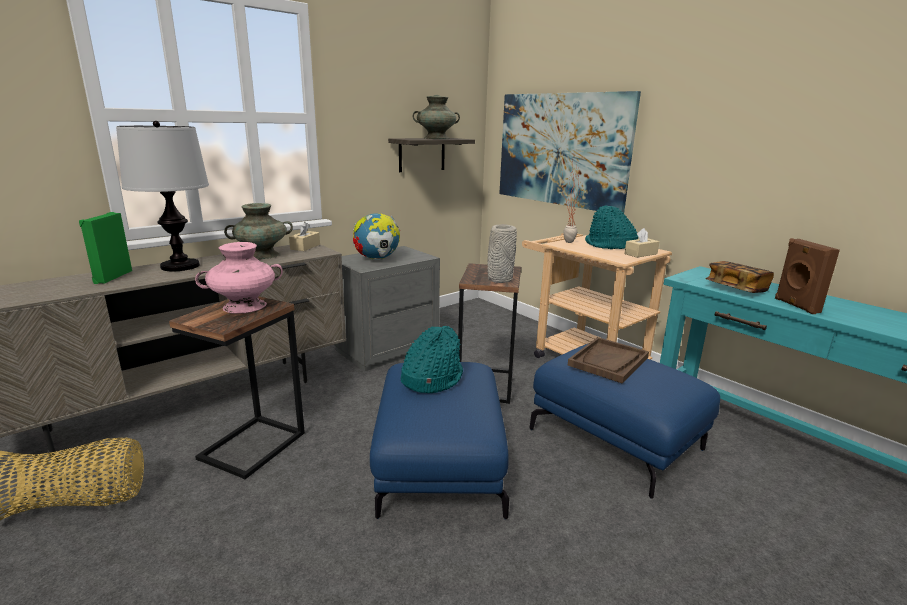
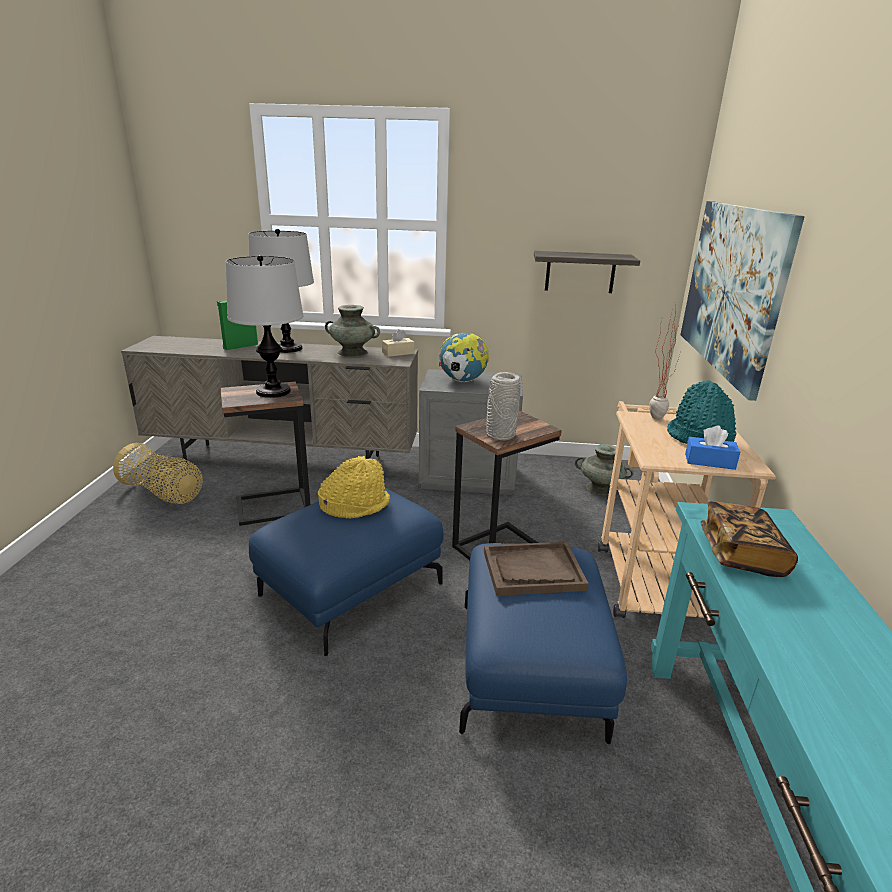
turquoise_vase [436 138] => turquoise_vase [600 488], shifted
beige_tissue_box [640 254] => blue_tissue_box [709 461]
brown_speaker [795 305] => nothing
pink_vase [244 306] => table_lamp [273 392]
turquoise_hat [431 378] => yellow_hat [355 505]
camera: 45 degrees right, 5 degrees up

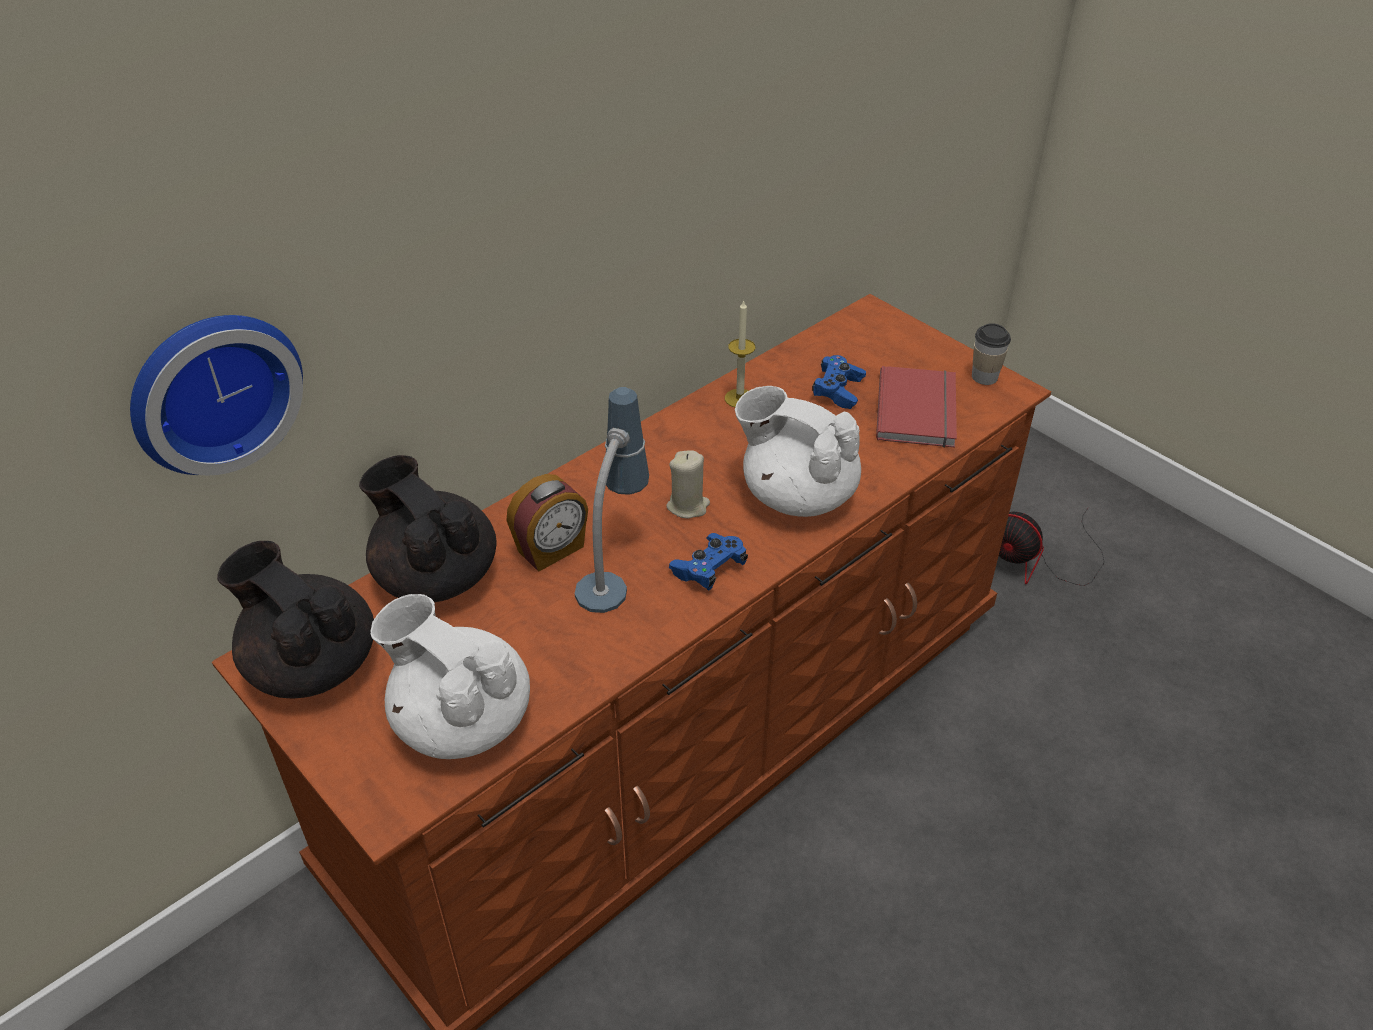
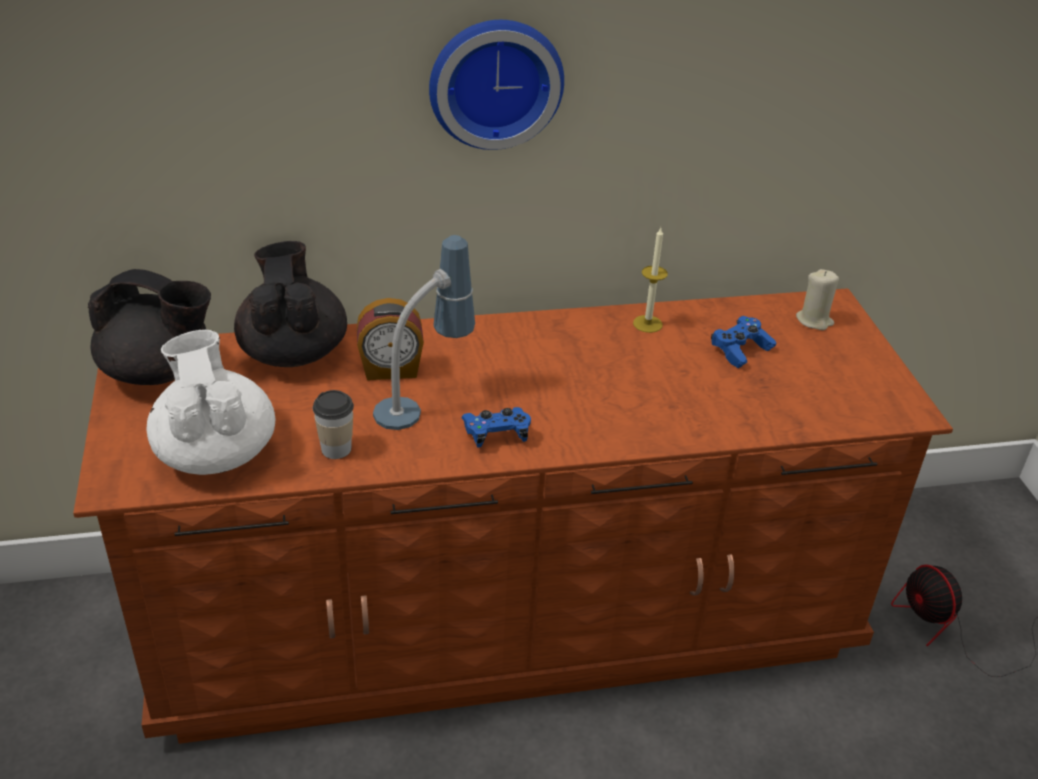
wall_clock [212 389] => wall_clock [494 81], shifted
cup [984 377] => cup [336 449], shifted
red_book [920 410] => nothing
white_teapot [796 495] => nothing
beige_candle [688 506] => beige_candle [814 320], shifted
black_teapot [311 664] => black_teapot [158 371], 120 degrees clockwise
camera: 30 degrees right, 5 degrees down

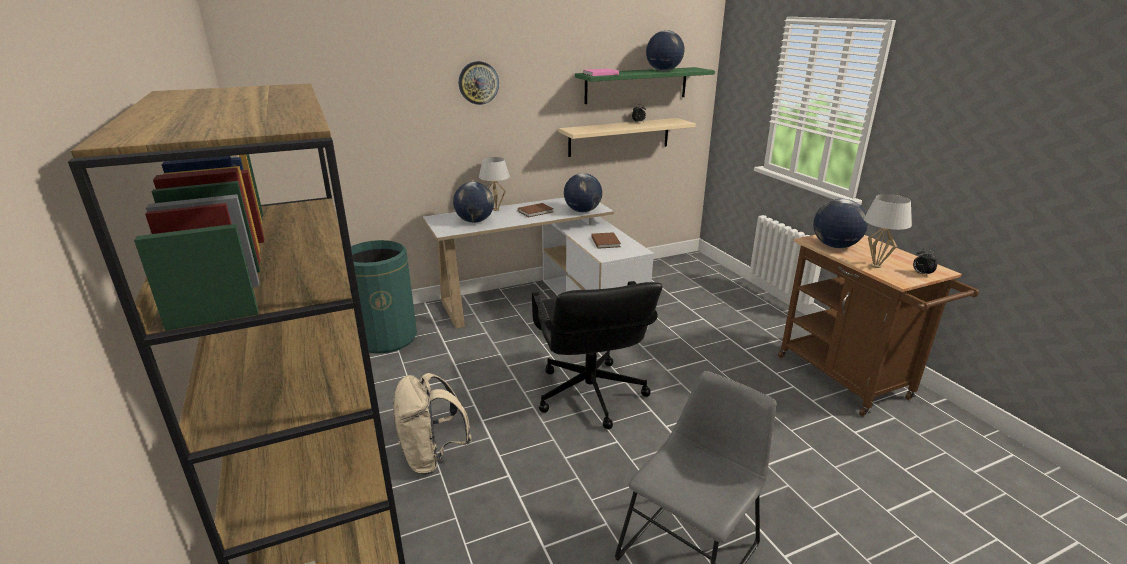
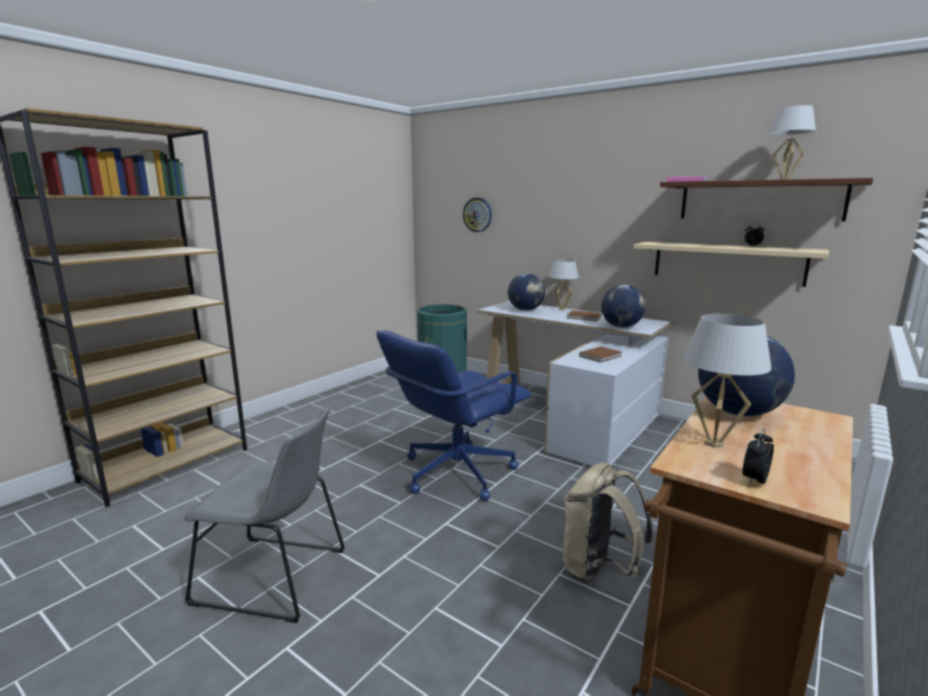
globe [663 71] => white_table_lamp [784 179]
wall_clock [478 83] => wall_clock [477 215], shifted
green_shelf [636 85] => brown_shelf [759 200]
black_office_chair [589 395] => blue_office_chair [455 472]
beige_backpack [432 457] => beige_backpack [599 569], shifted
camera: 60 degrees right, 10 degrees down

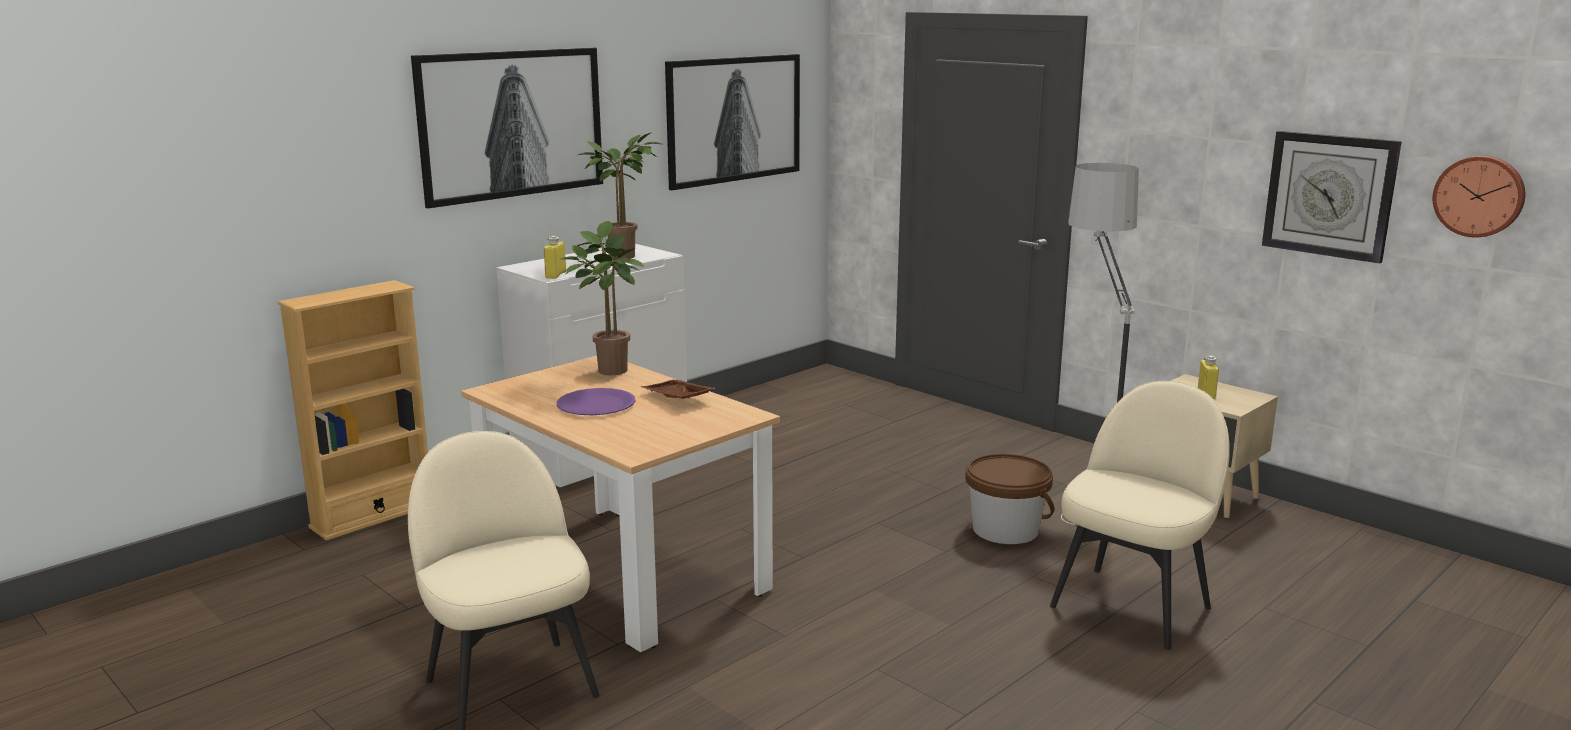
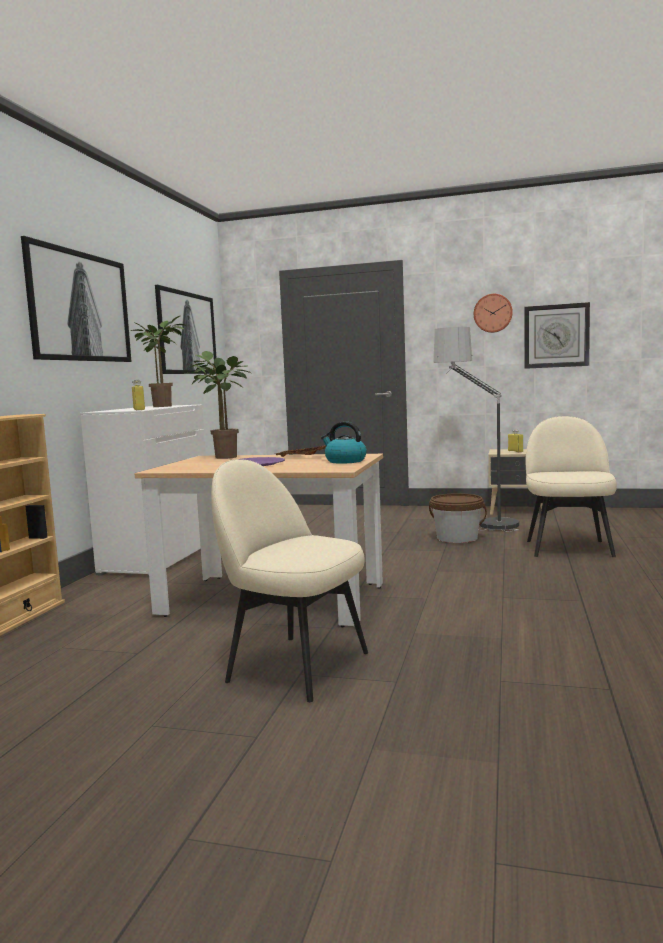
wall_clock [1479 196] => wall_clock [493 313], shifted
nothing => kettle [345 461]
camera: 30 degrees left, 10 degrees down

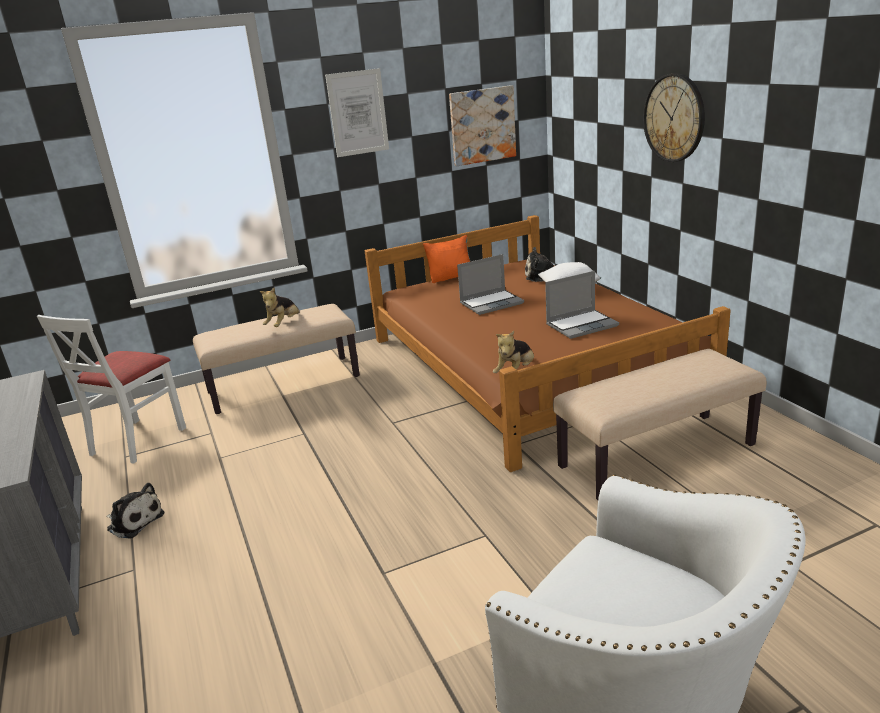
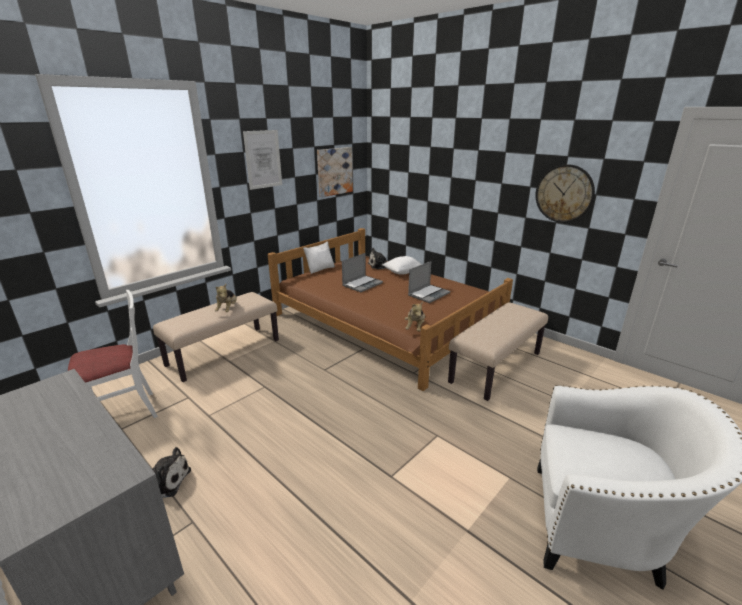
wall_clock [674 118] => wall_clock [564 193], shifted
orange_pillow [451 277] => white_pillow [320 269]
white_chair [137 440] => white_chair [124 413], 120 degrees counterclockwise
camera: 25 degrees left, 0 degrees up

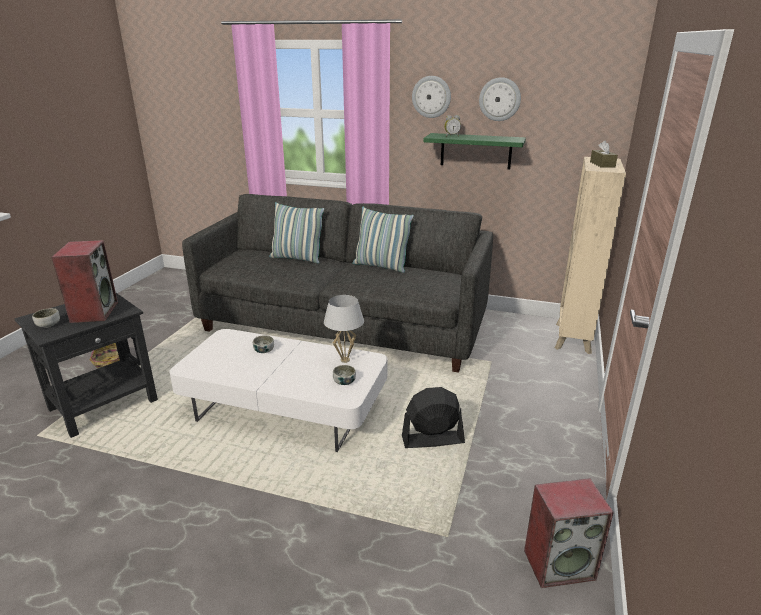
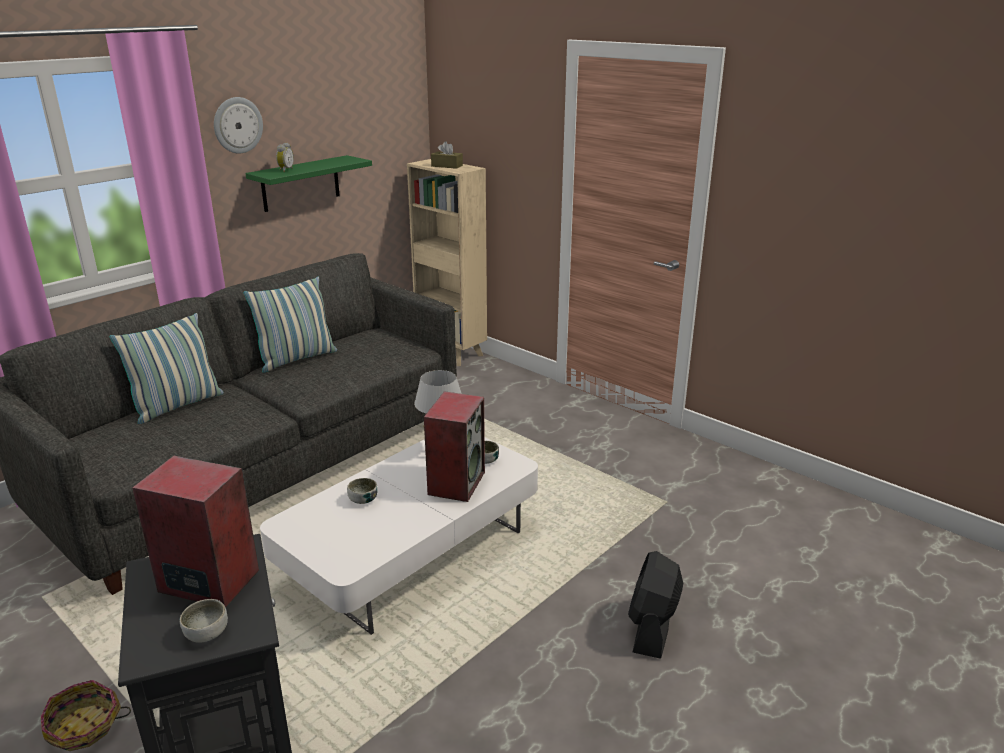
wall_clock [499 99] => nothing
black_fan [432 440] => black_fan [652 627], shifted
speaker [559 564] => speaker [456 482], shifted
camera: 65 degrees left, 0 degrees up

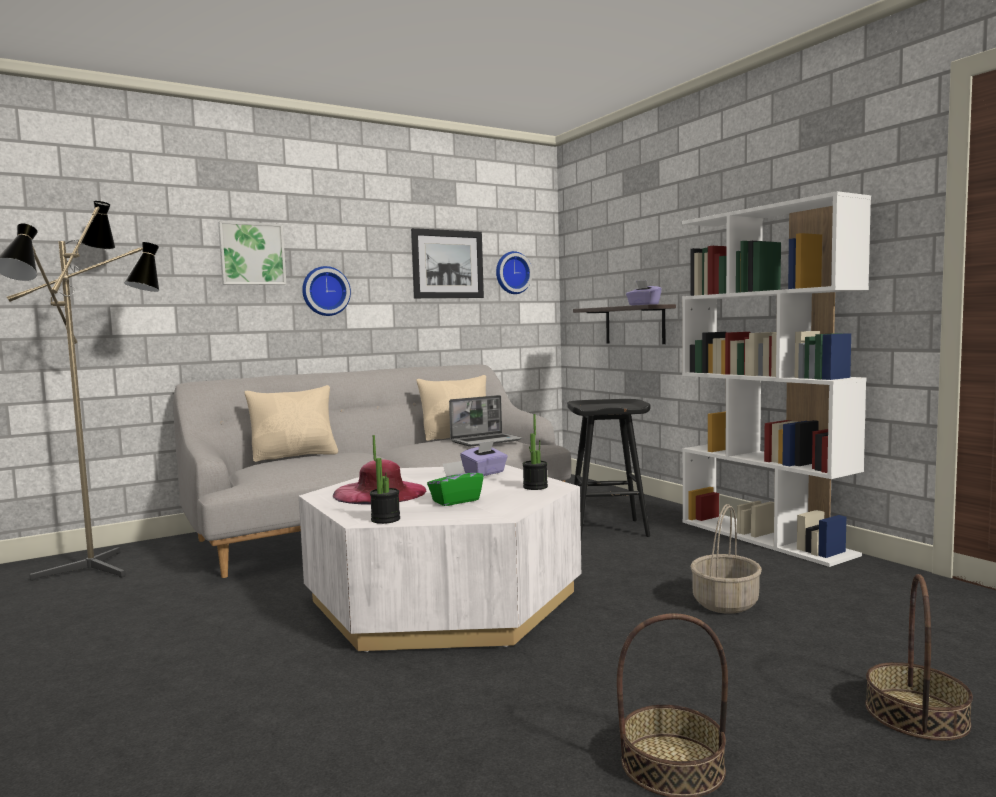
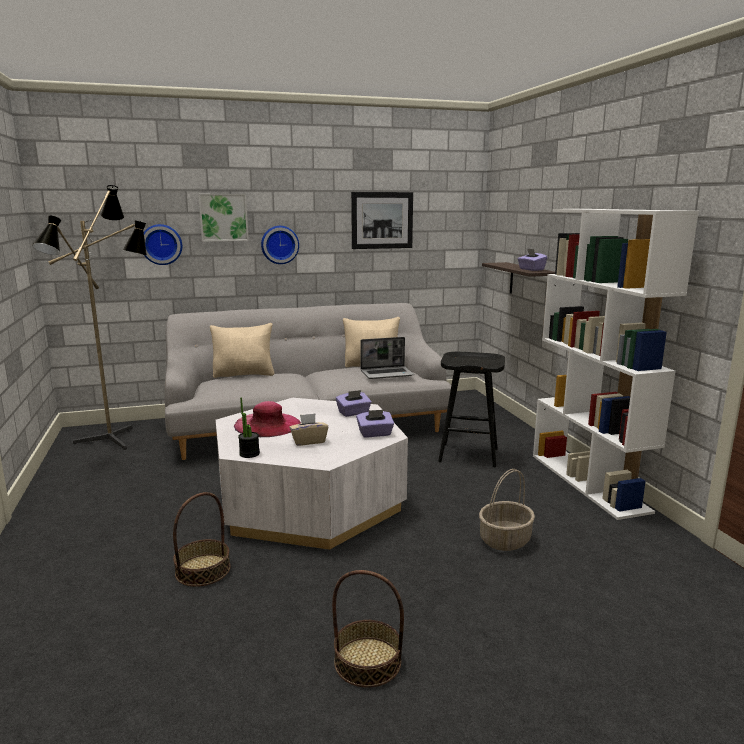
wall_clock [512 273] => wall_clock [161 244], shifted
potted_plant [535 487] => purple_tissue_box [375 434]
green_tissue_box [455 501] => beige_tissue_box [309 441]
basket [917 714] => basket [203 570], shifted
camera: 15 degrees right, 10 degrees up

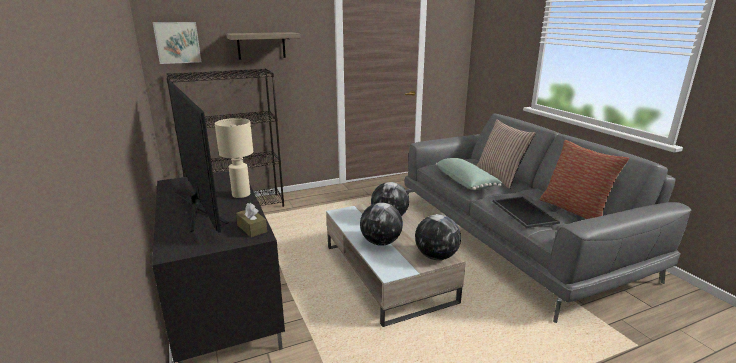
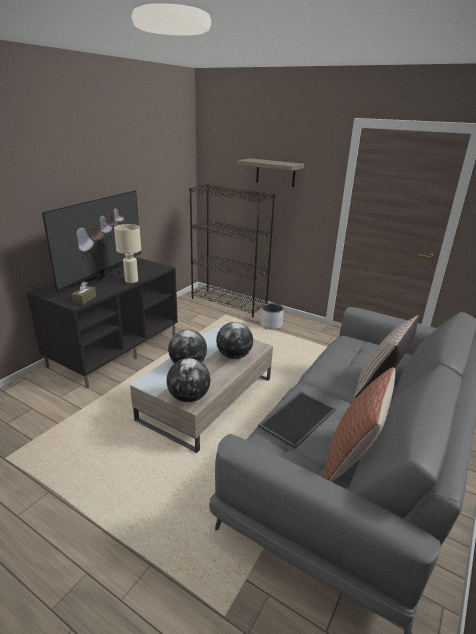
picture [177 42] => nothing
green_pillow [466 182] => nothing
nothing => grey_planter [271 325]
camera: 55 degrees right, 5 degrees up

